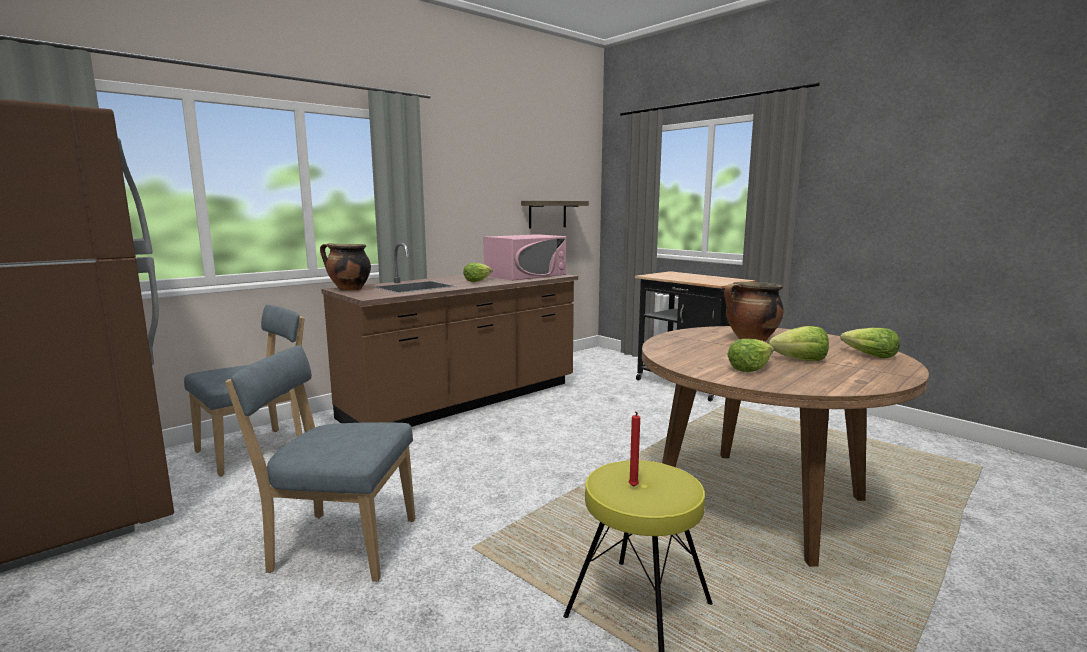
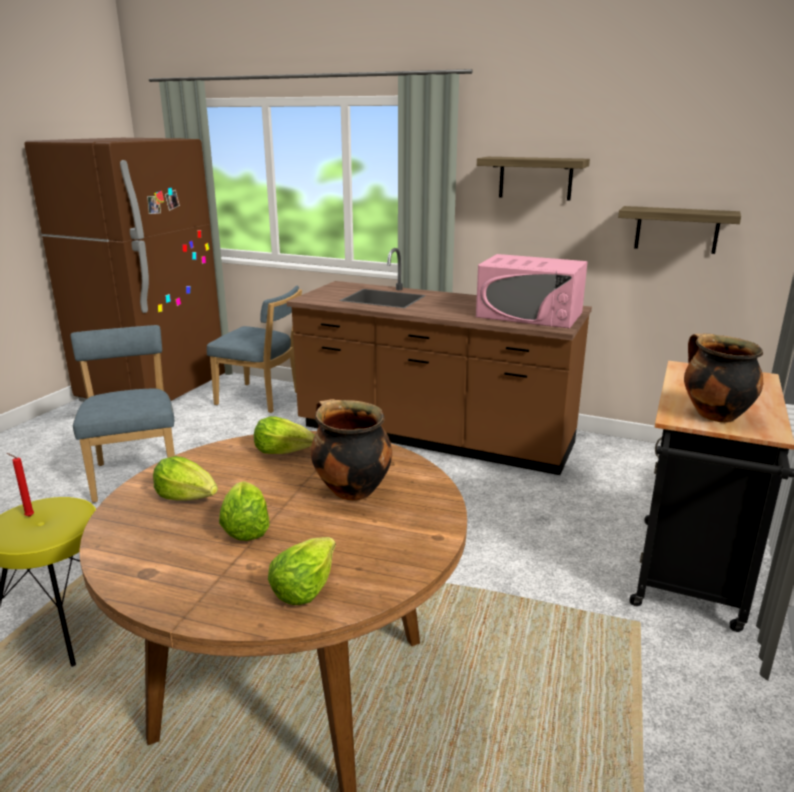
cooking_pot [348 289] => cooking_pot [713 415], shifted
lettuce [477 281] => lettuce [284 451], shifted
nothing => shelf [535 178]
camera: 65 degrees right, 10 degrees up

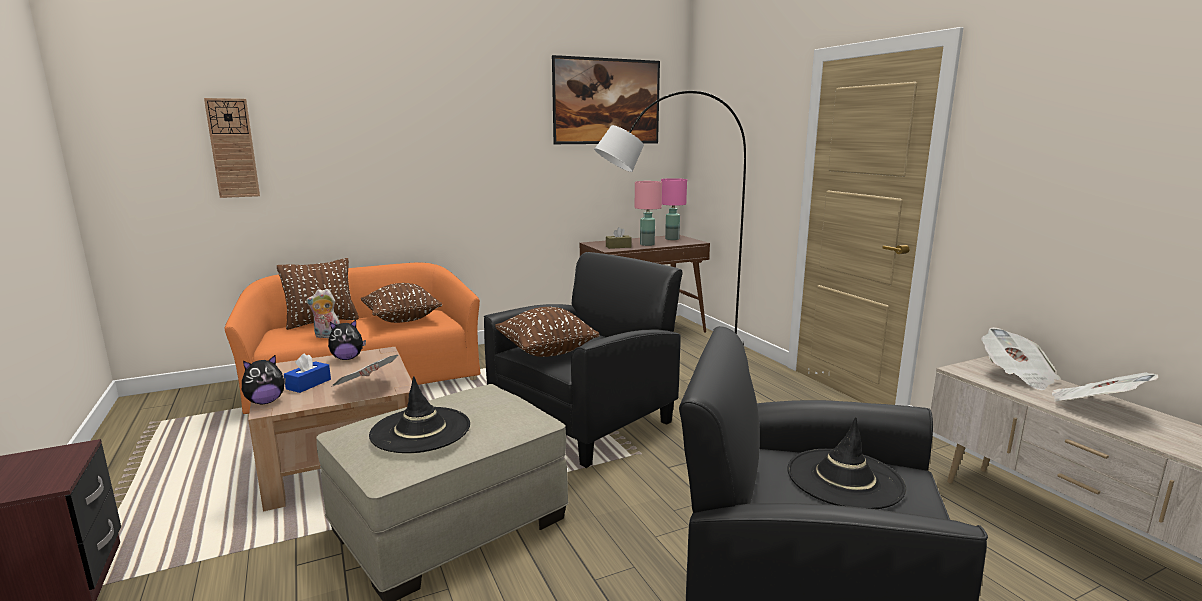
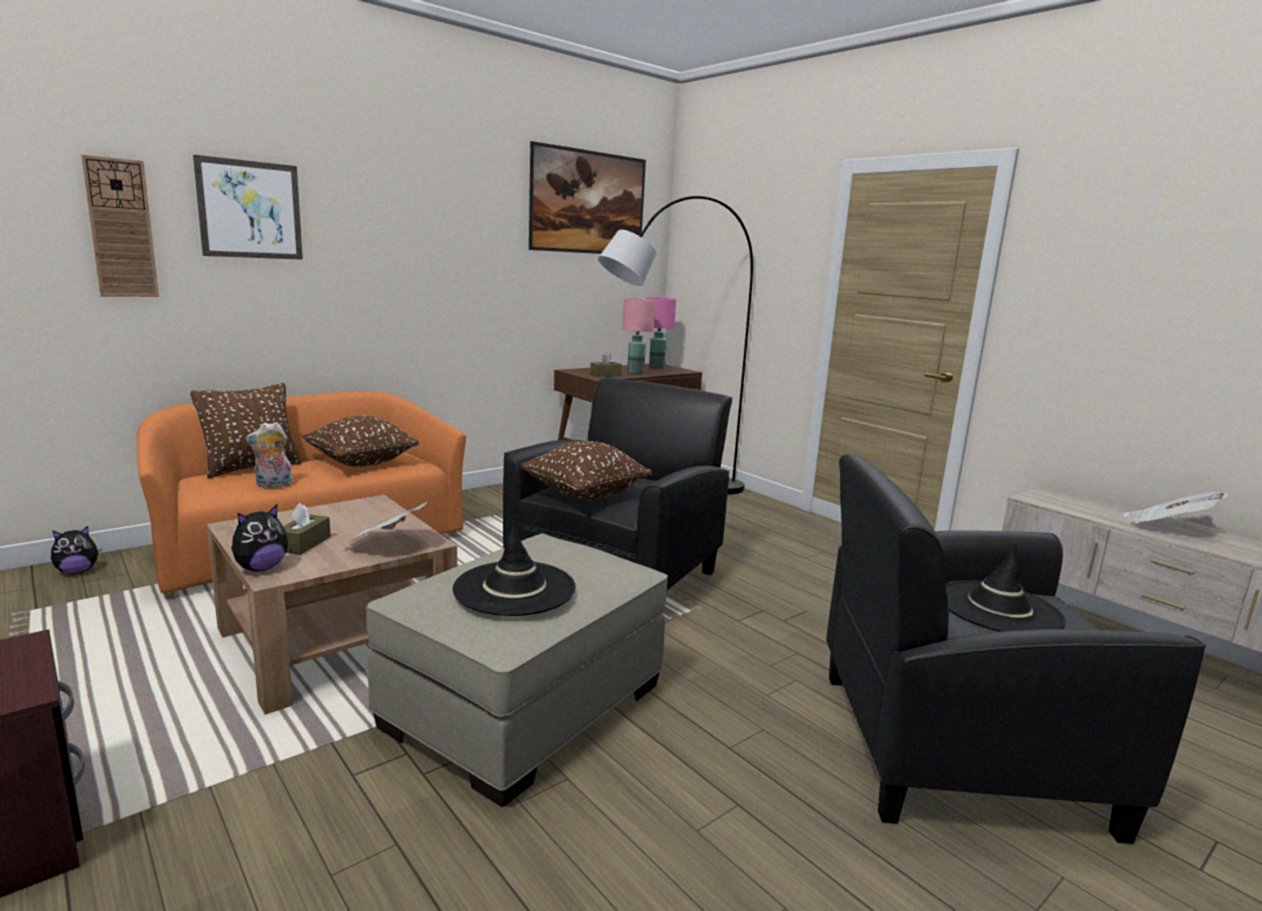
plush_toy [347 358] => plush_toy [77 571], shifted
newspaper [1017 376] => nothing
blue_tissue_box [308 384] => brown_tissue_box [304 544]
nothing => picture [250 210]
camera: 15 degrees left, 0 degrees up

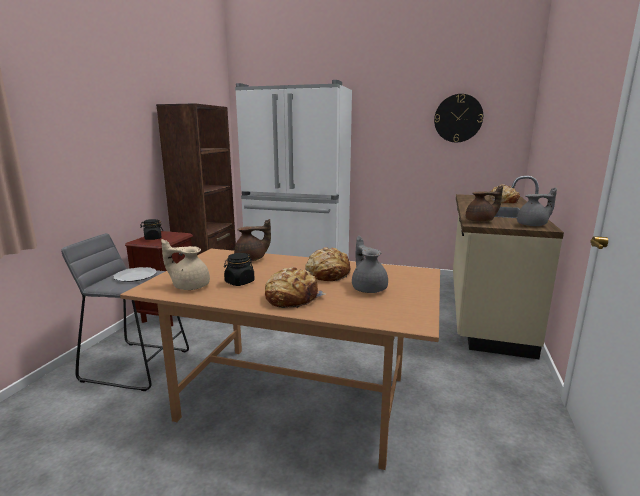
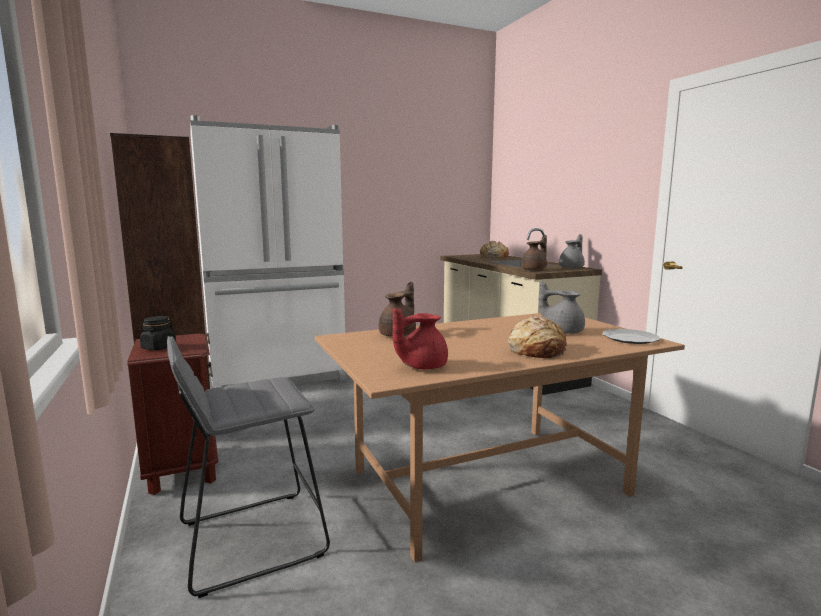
wall_clock [458 118] => nothing
beige_teapot [190 286] => red_teapot [421 366]
bread [328 273] => nothing
black_jar [239 282] => nothing
plate [135 276] => plate [629 338], shifted
camera: 40 degrees left, 5 degrees down

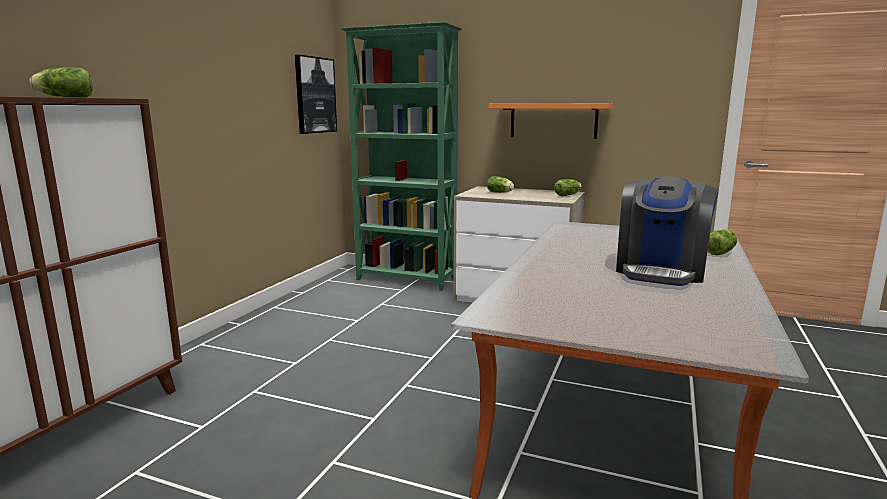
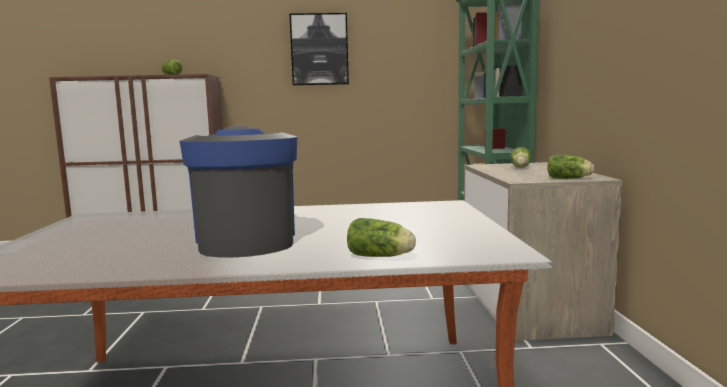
picture [315 95] => picture [319 49], shifted
orange_shelf [553 121] => nothing
coffee_machine [660 271] => coffee_machine [246 240], 75 degrees clockwise
camera: 65 degrees right, 5 degrees down

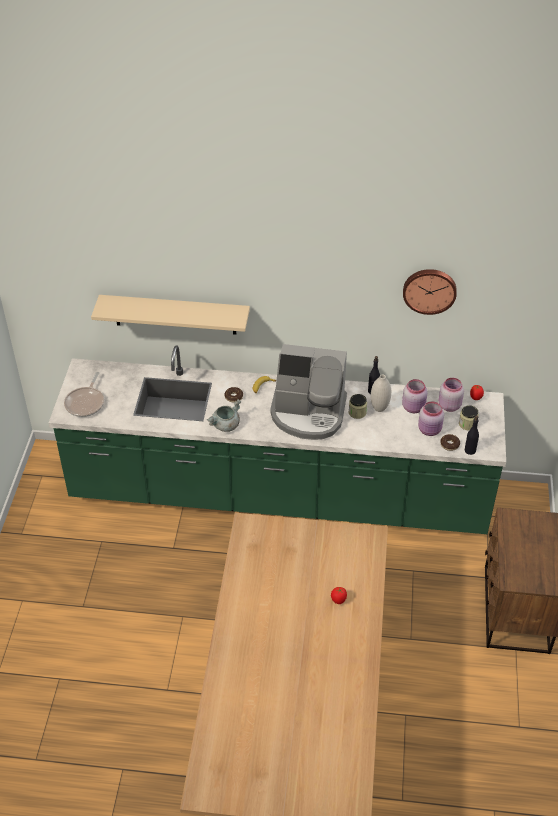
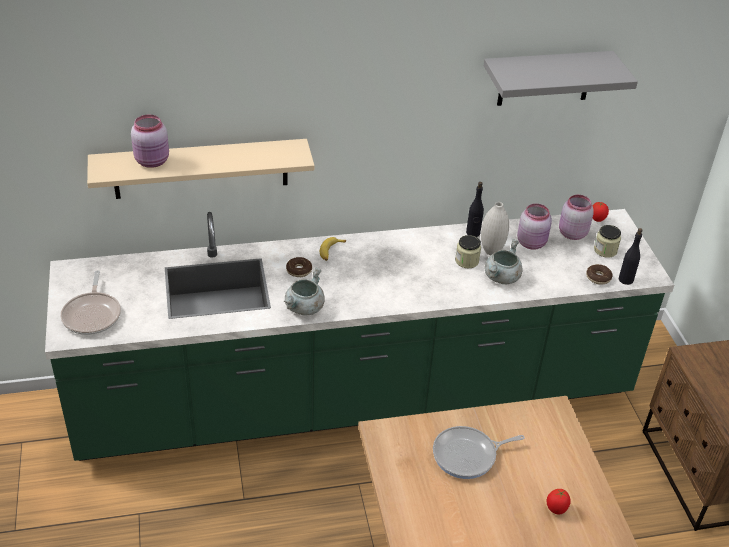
wall_clock [429 290] => grey_shelf [545 78]
coffee_machine [308 413] => nothing
pink_jar [430 430] => pink_jar [153 161], shifted
nothing => grey_cooking_pot [502 278]
nothing => frying_pan [468 455]
camera: 20 degrees left, 5 degrees down

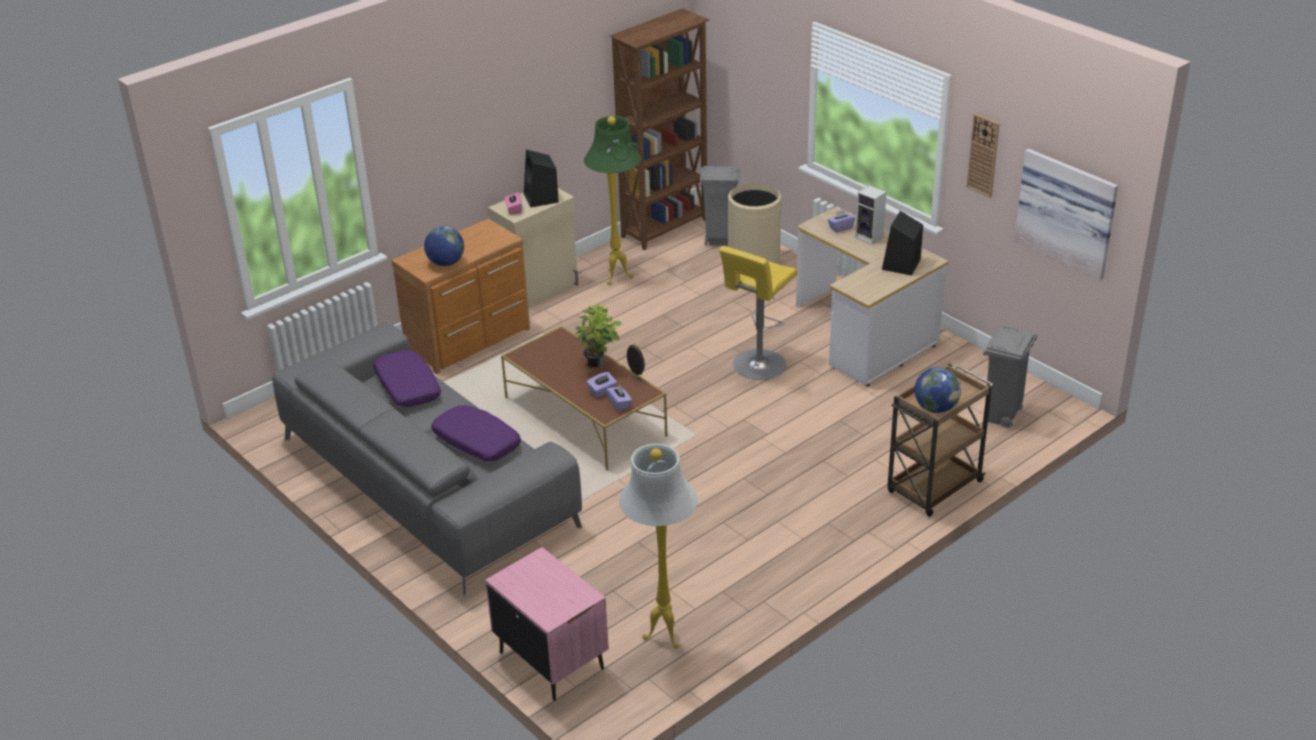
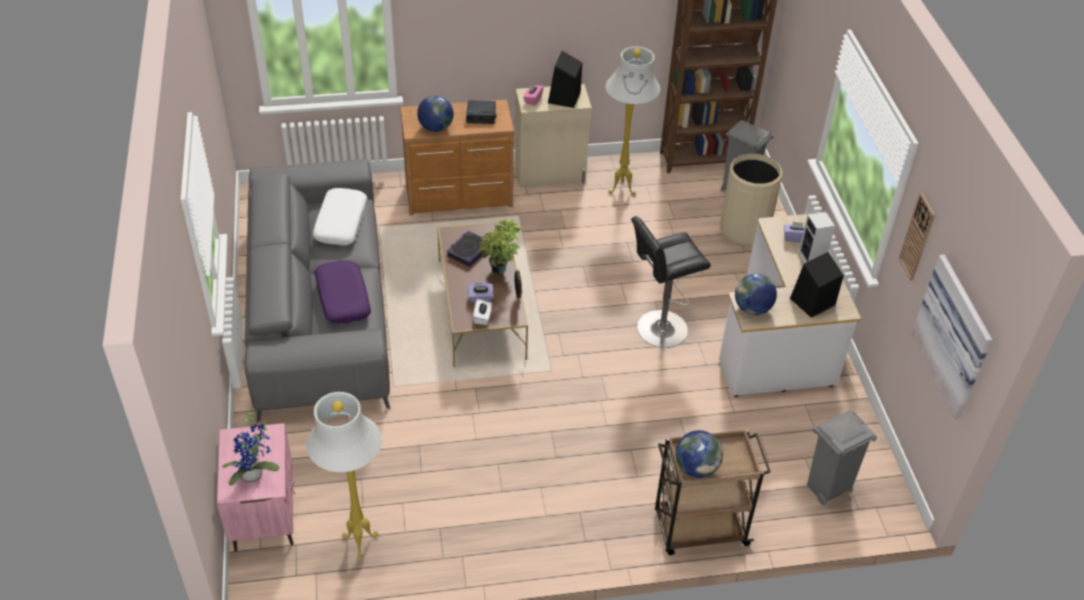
green_floor_lamp [618 277] => white_floor_lamp [623 190]
yellow_stool [757 366] => black_stool [658 330]
purple_pillow [407 386] => white_pillow [341 223]
purple_tissue_box [619 404] => white_tissue_box [482 317]
nothing => alarm_clock [481 115]
nothing => book [468 251]
nothing => globe [752 308]
nothing => potted_plant [255 474]
camera: 30 degrees right, 10 degrees up

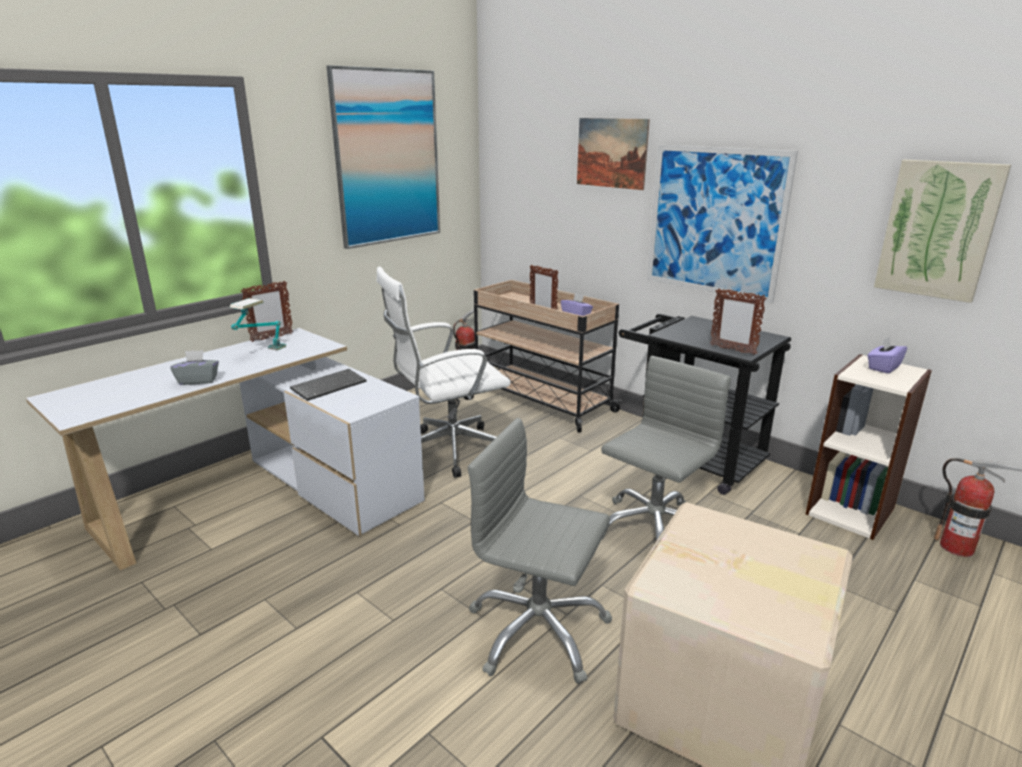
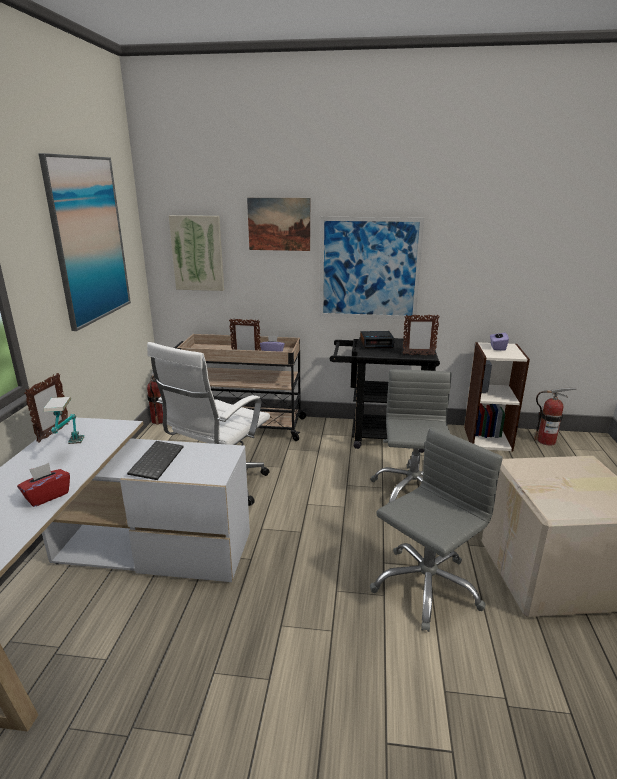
picture [938 230] => picture [197 253], shifted
grey_tissue_box [198 380] => red_tissue_box [47 496]
grey_office_chair [537 631] => grey_office_chair [426 586], 150 degrees clockwise
nothing => alarm_clock [376 343]
camera: 35 degrees left, 0 degrees up

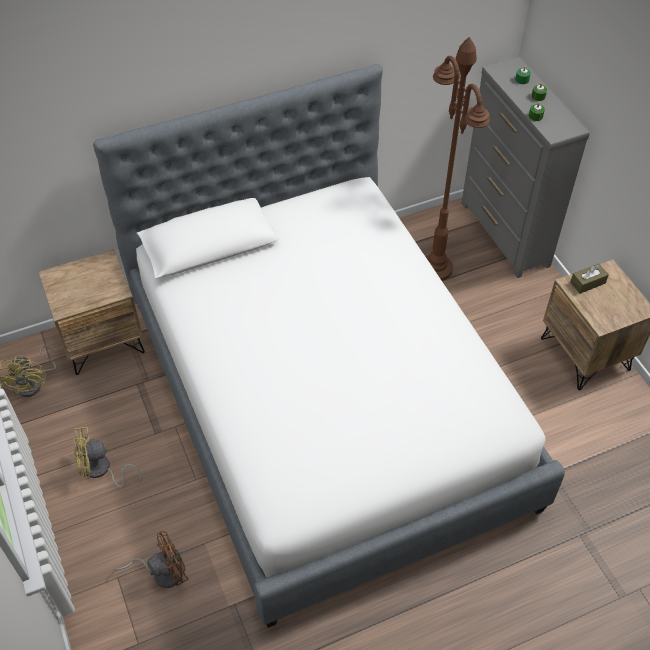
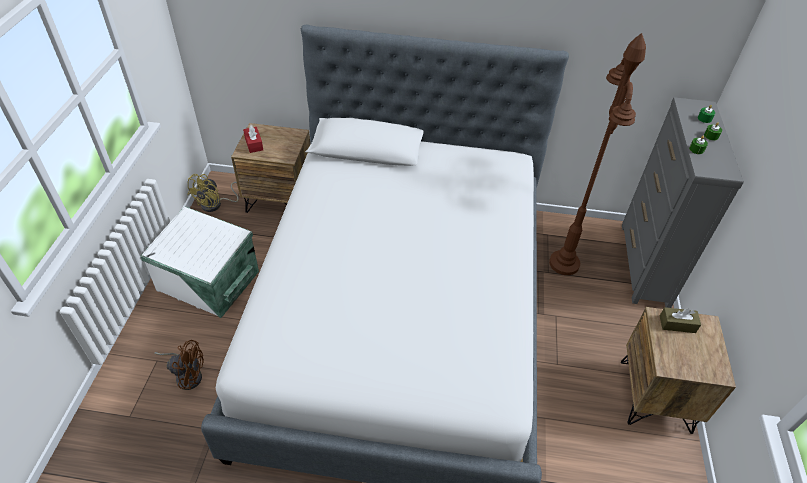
yellow_fan [101 470] => white_storage_box [208 282]
nothing => red_tissue_box [254 144]
camera: 30 degrees right, 5 degrees down

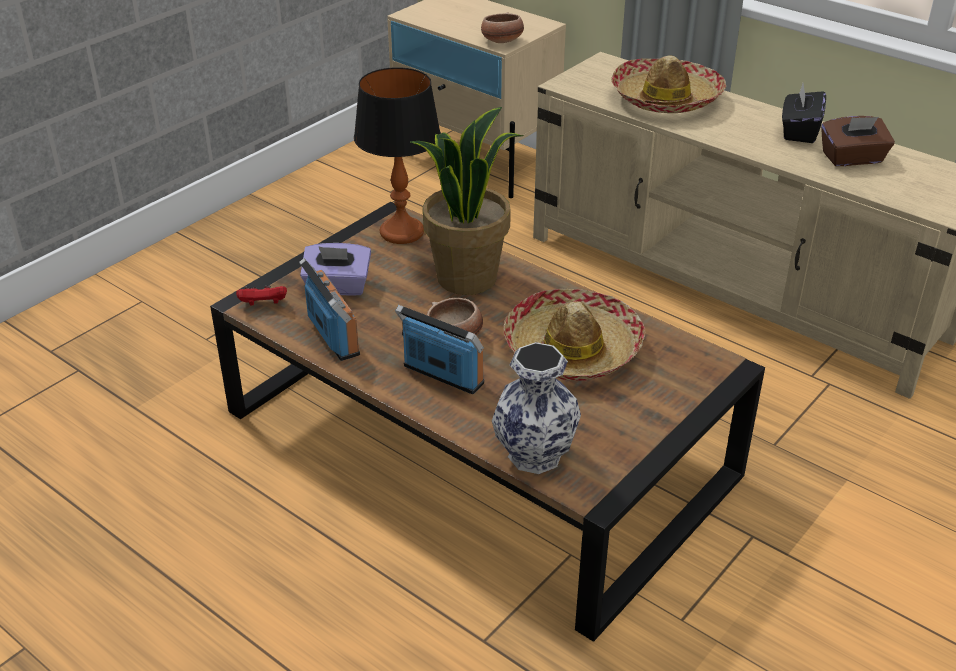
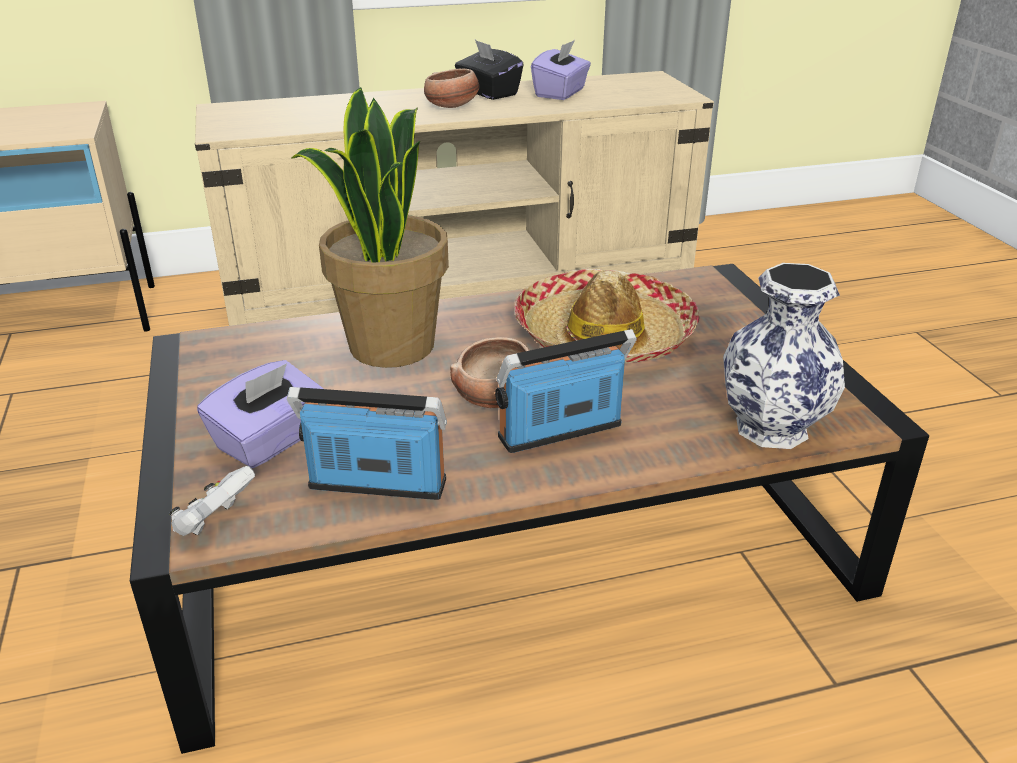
bowl [502 41] => bowl [452 106], shifted
hat [666 98] => nothing
table_lamp [402 232] => nothing
brown_tissue_box [852 159] => purple_tissue_box [561 93]
red_game_controller [264 305] => white_game_controller [215 522]
camera: 55 degrees left, 5 degrees down

